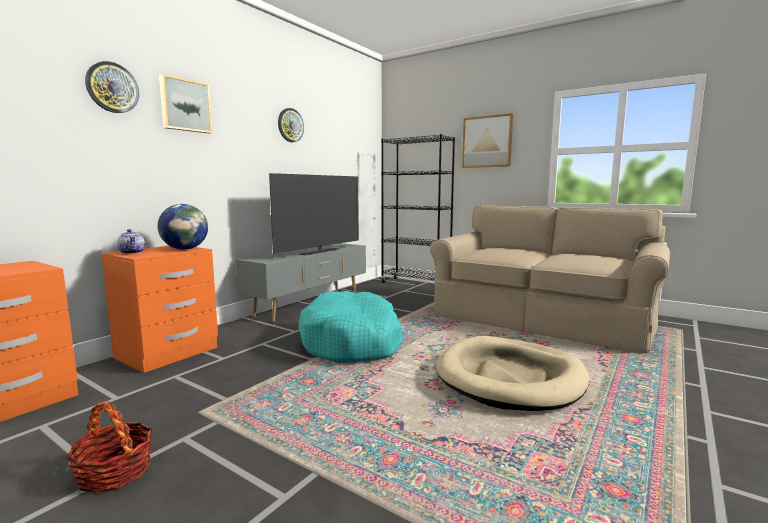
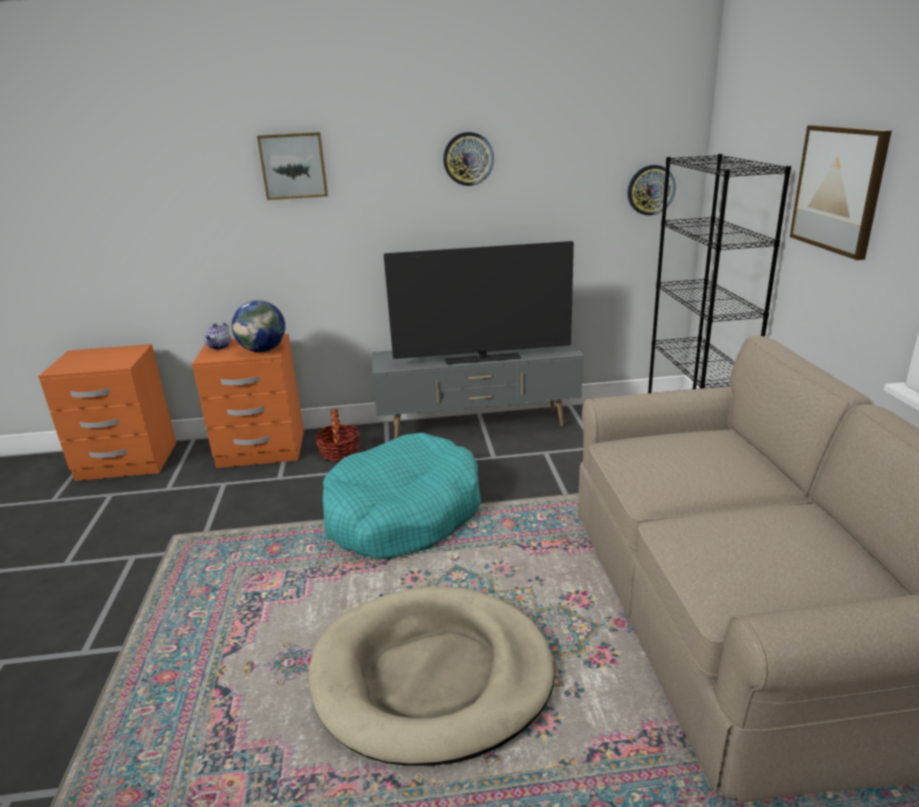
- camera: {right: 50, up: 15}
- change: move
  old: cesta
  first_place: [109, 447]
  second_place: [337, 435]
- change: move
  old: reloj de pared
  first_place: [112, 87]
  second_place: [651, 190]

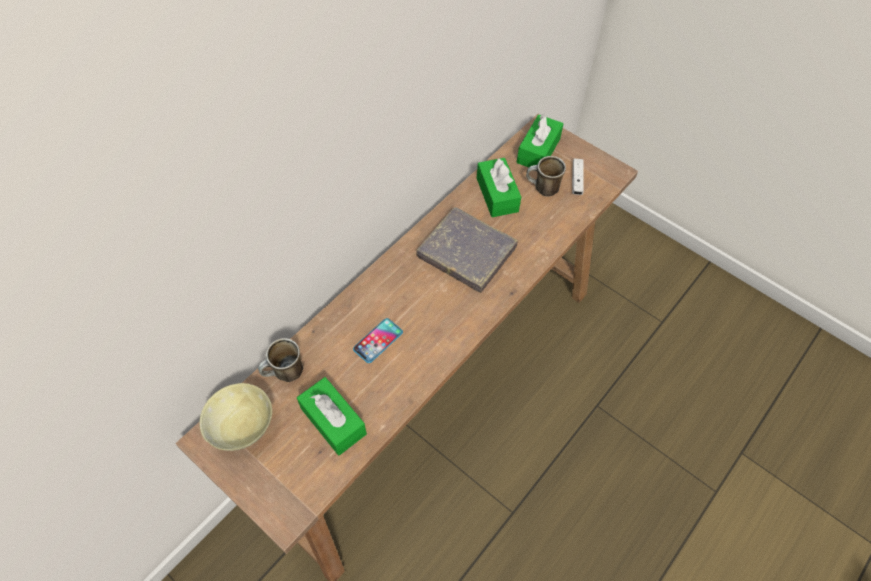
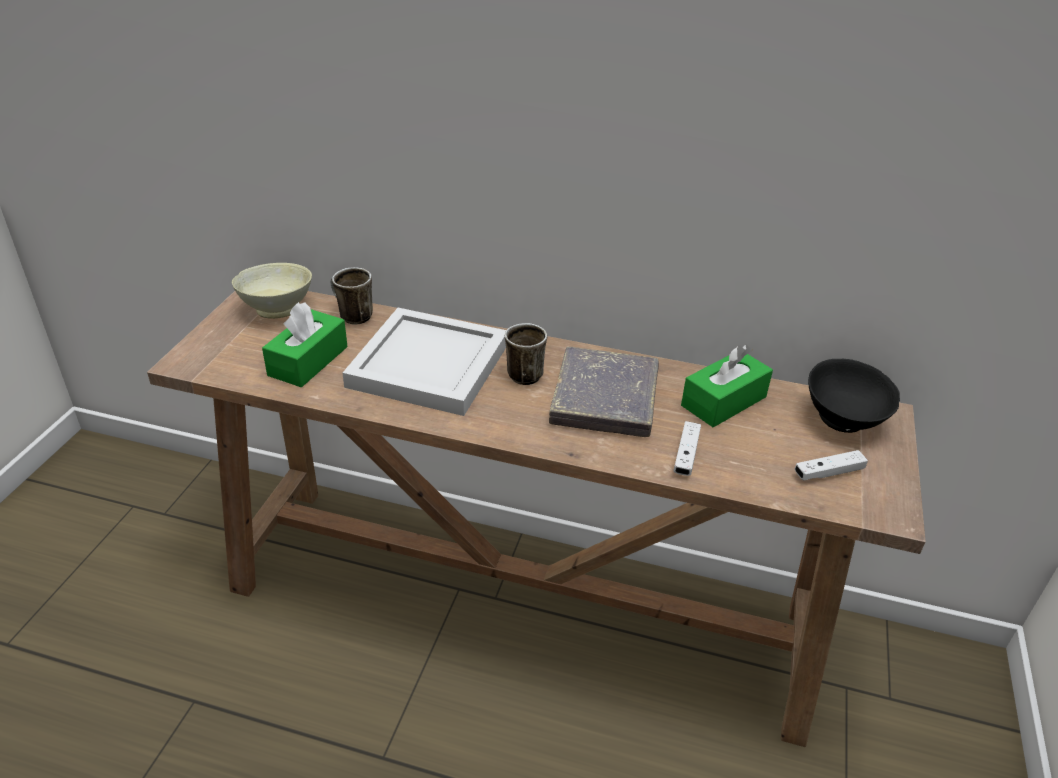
- camera: {right: 65, up: -20}
- change: replace
  old: móvil
  new: bandeja [blanco]
  first_place: [378, 340]
  second_place: [424, 362]
- change: replace
  old: caja de pañuelos [verde]
  new: cuenco [negro]
  first_place: [540, 141]
  second_place: [854, 396]
- change: move
  old: taza grande
  first_place: [546, 176]
  second_place: [526, 354]
- change: insert
  new: mando de consola [blanco]
  second_place: [687, 448]

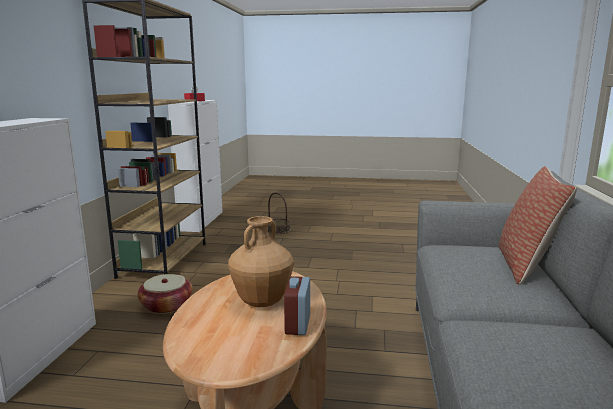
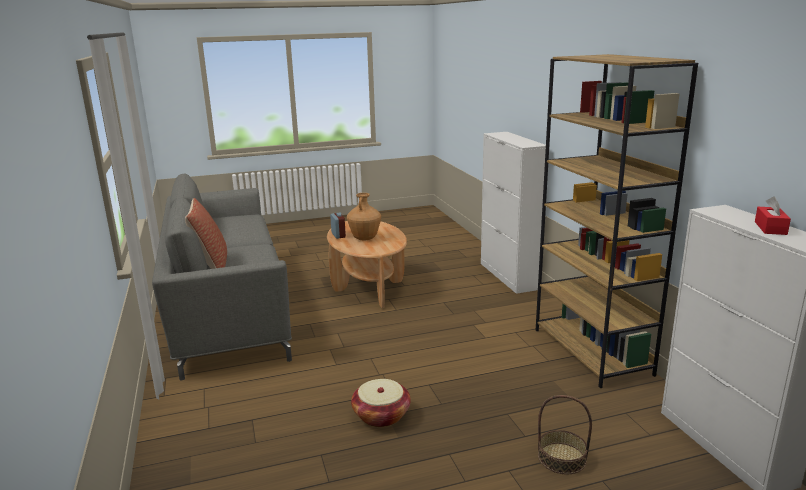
- camera: {right: 155, up: 5}
- change: move
  old: cesta
  first_place: [165, 294]
  second_place: [381, 403]

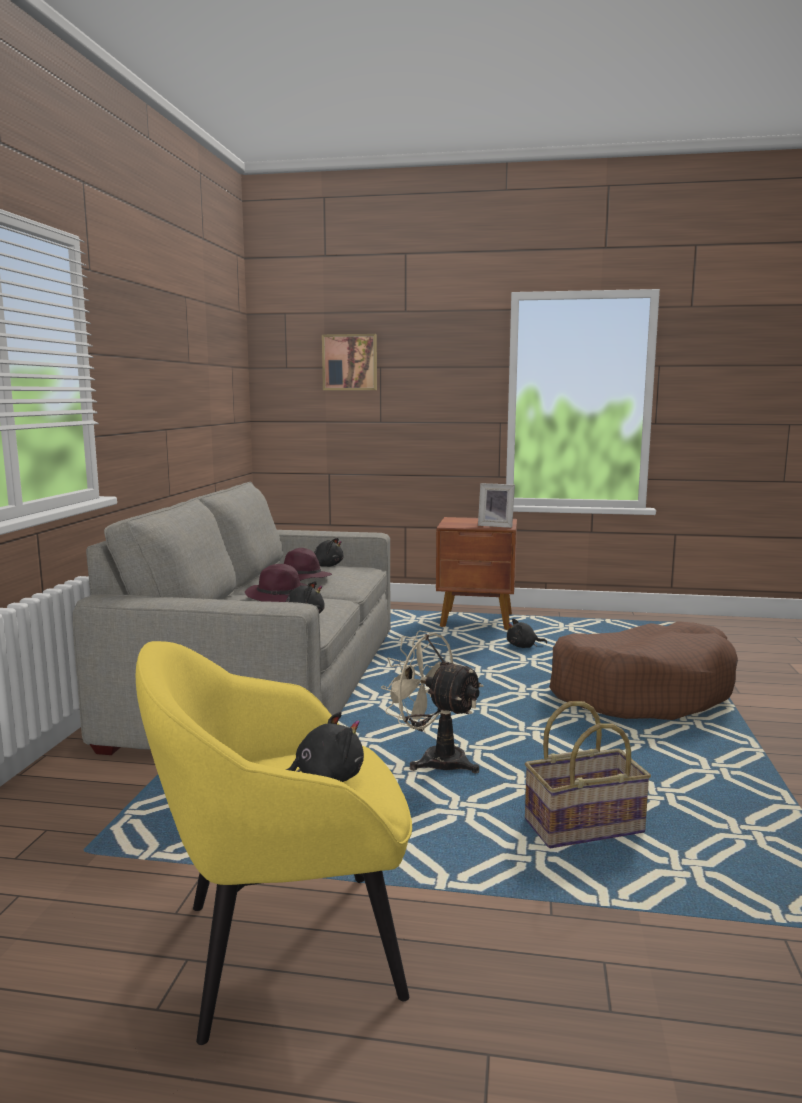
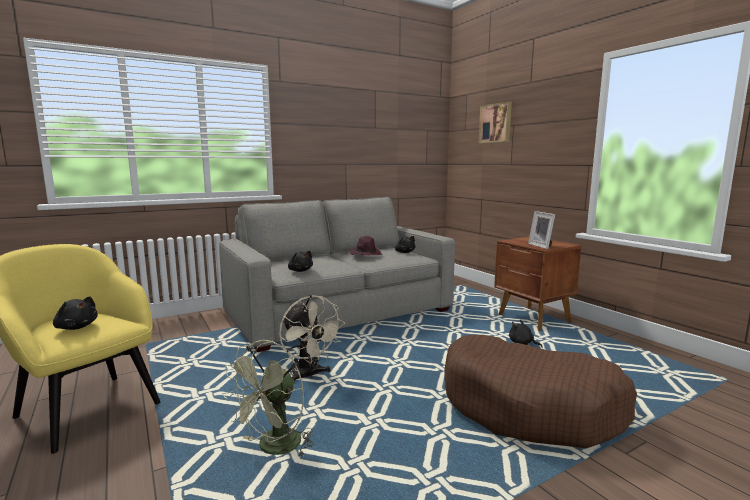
- camera: {right: 50, up: 0}
- change: delete
  old: sombrero [morado]
  first_place: [276, 583]
- change: rotate
  old: ventilador [beis]
  first_place: [432, 701]
  second_place: [312, 338]
  degrees: 150
- change: replace
  old: cesta
  new: ventilador [verde]
  first_place: [588, 774]
  second_place: [268, 399]

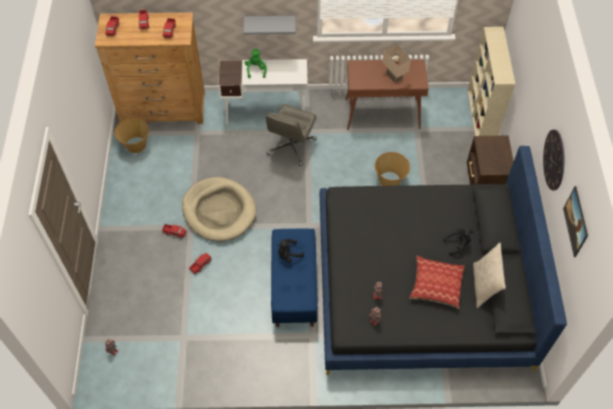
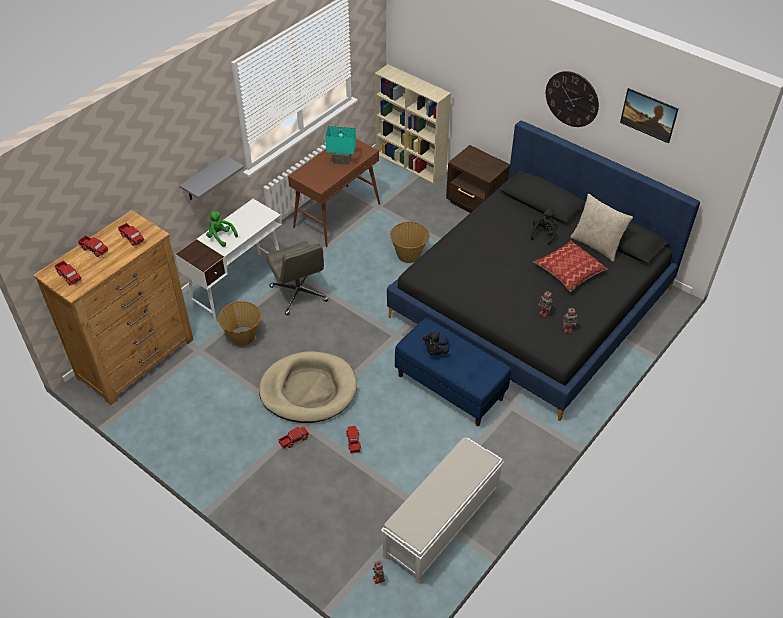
- camera: {right: -50, up: -10}
- change: move
  old: cesta
  first_place: [132, 135]
  second_place: [239, 323]
- change: recolor
  old: lámpara de mesa [beis]
  new: lámpara de mesa [turquesa]
  first_place: [396, 63]
  second_place: [340, 145]
- change: insert
  new: banco [blanco]
  second_place: [442, 510]

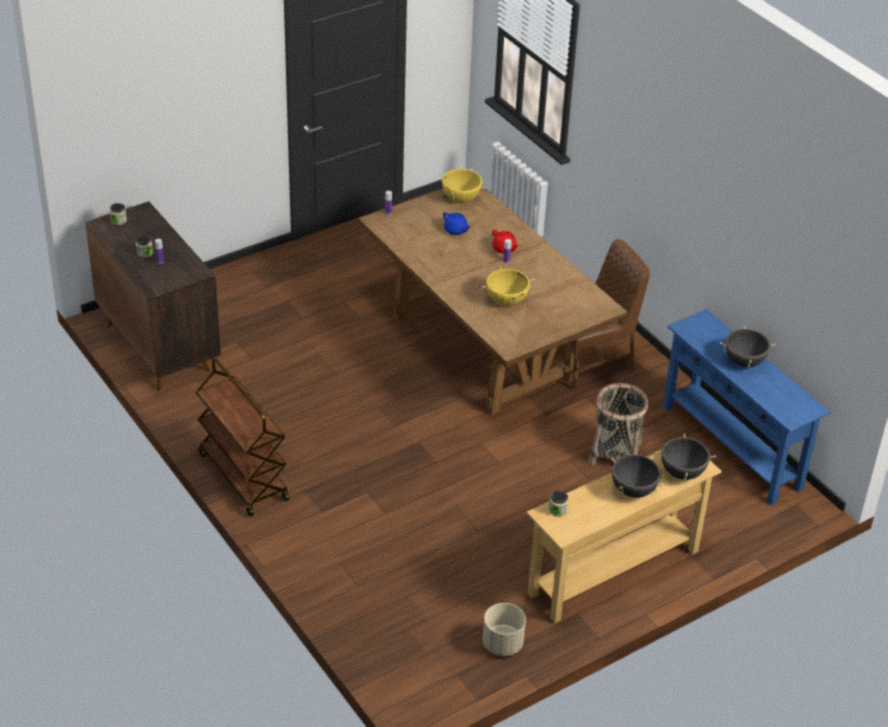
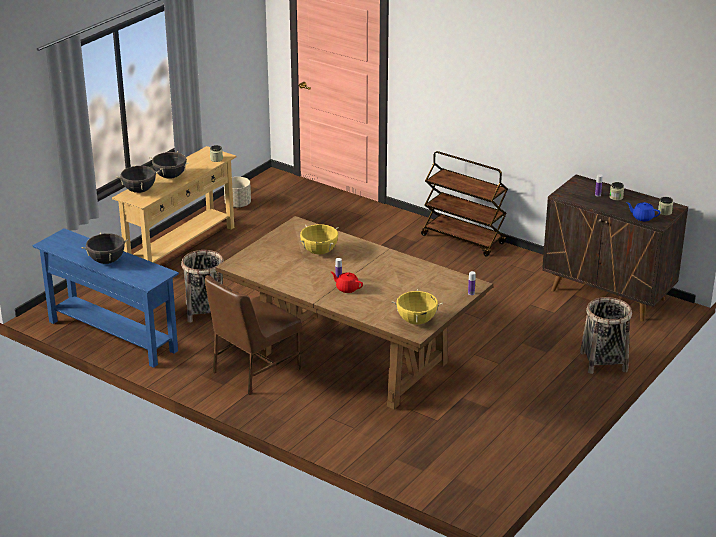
- camera: {right: 160, up: -10}
- change: move
  old: tetera [azul]
  first_place: [456, 223]
  second_place: [643, 211]
- change: insert
  new: cesta
  second_place: [606, 335]

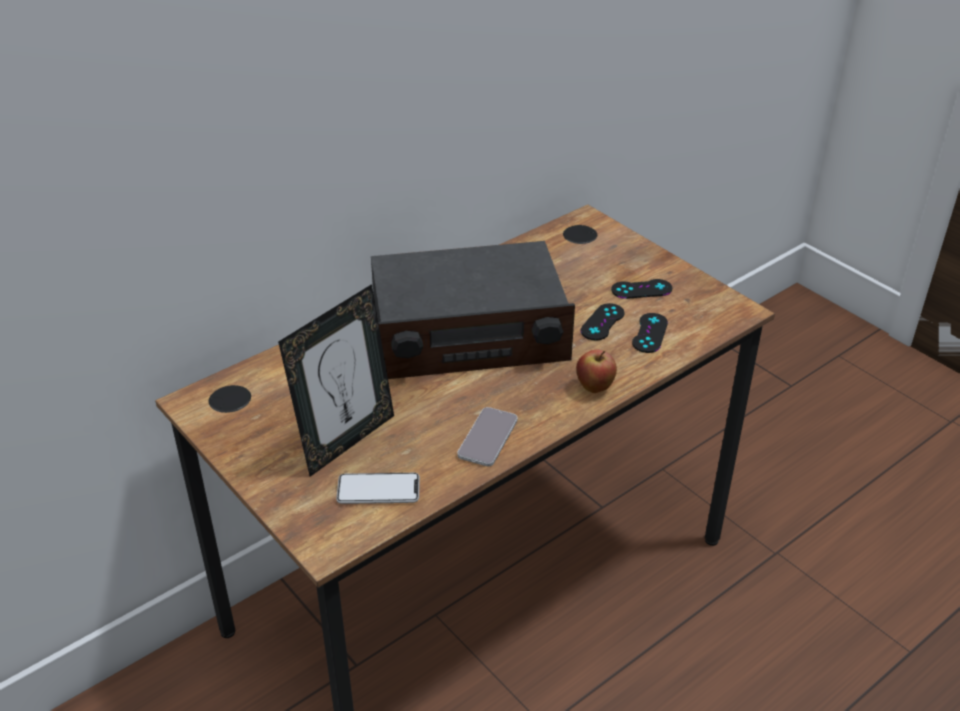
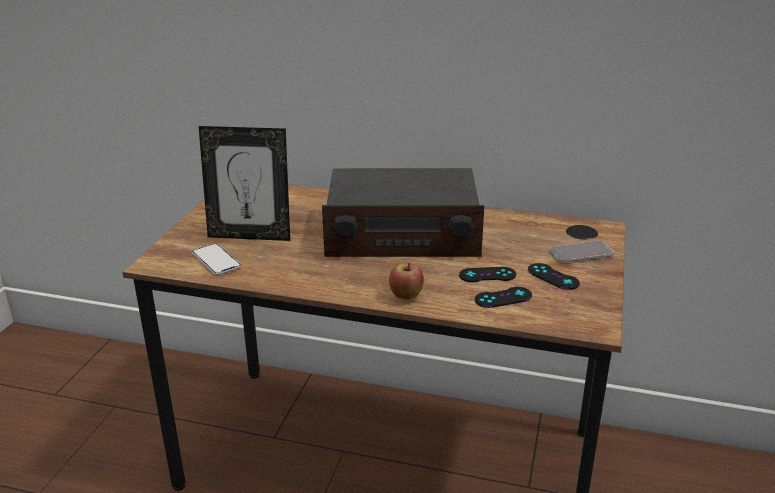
- camera: {right: 55, up: -10}
- change: rotate
  old: radio
  first_place: [473, 310]
  second_place: [403, 212]
  degrees: -45
- change: move
  old: móvil
  first_place: [487, 436]
  second_place: [581, 252]

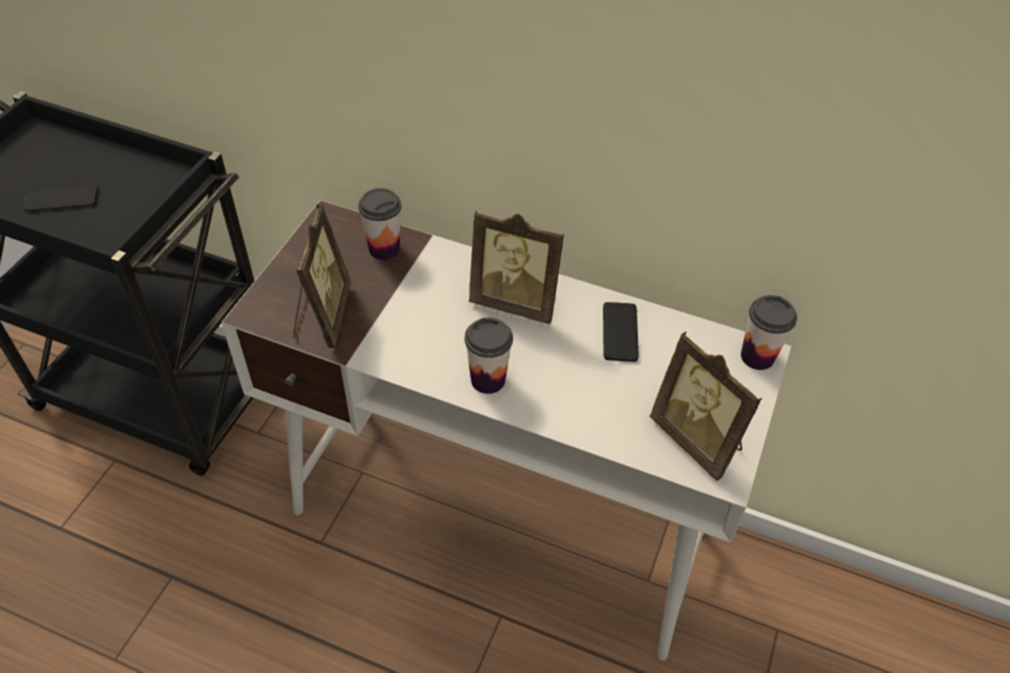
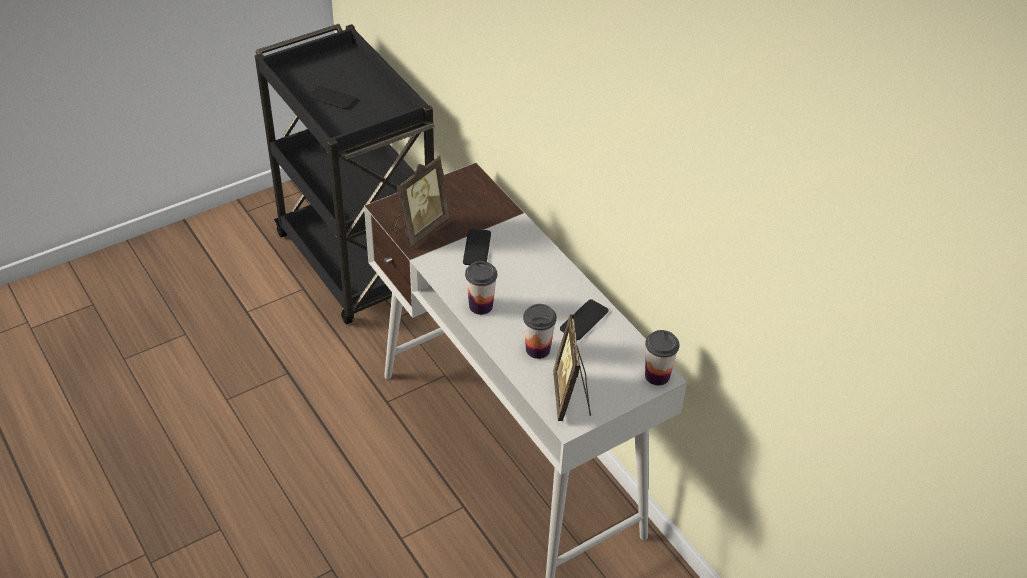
- camera: {right: 35, up: -5}
- change: move
  old: taza
  first_place: [380, 224]
  second_place: [540, 331]
- change: delete
  old: portarretratos
  first_place: [516, 267]
- change: insert
  new: móvil
  second_place: [477, 247]

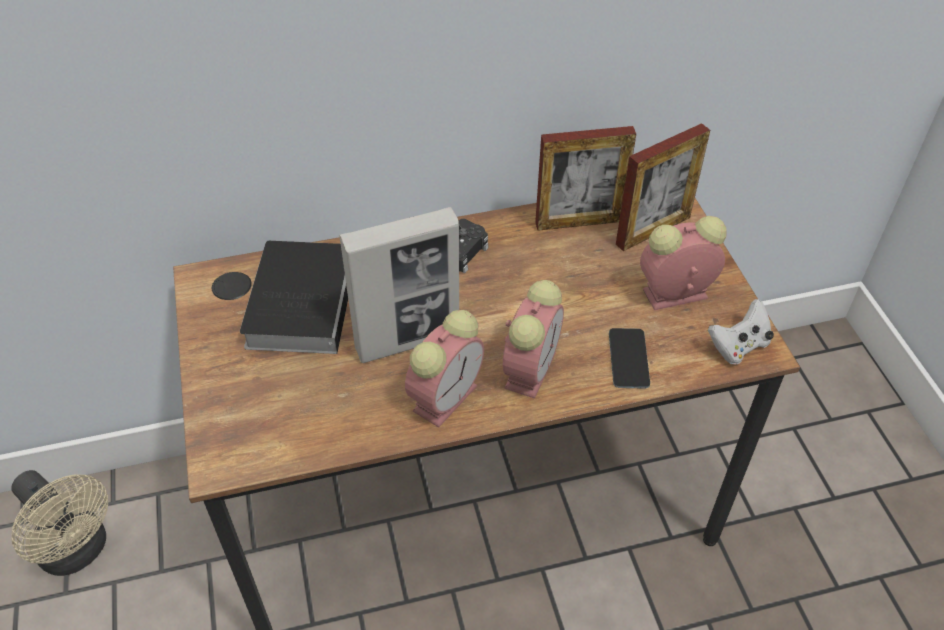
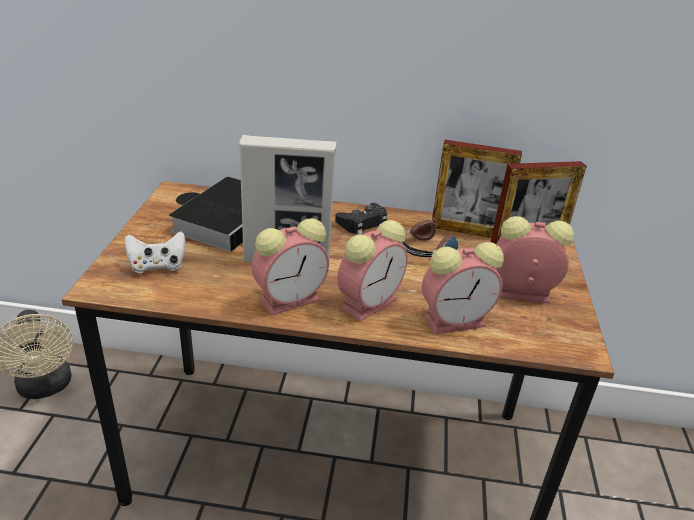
- camera: {right: 20, up: -15}
- change: replace
  old: móvil
  new: despertador
  first_place: [629, 358]
  second_place: [463, 288]
- change: move
  old: mando de consola [blanco]
  first_place: [741, 331]
  second_place: [155, 252]
- change: insert
  new: auriculares
  second_place: [433, 238]

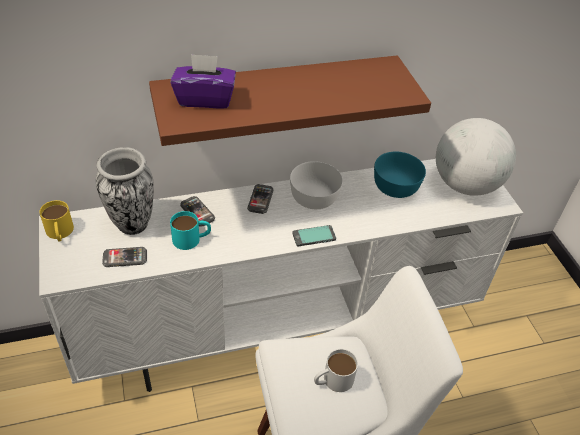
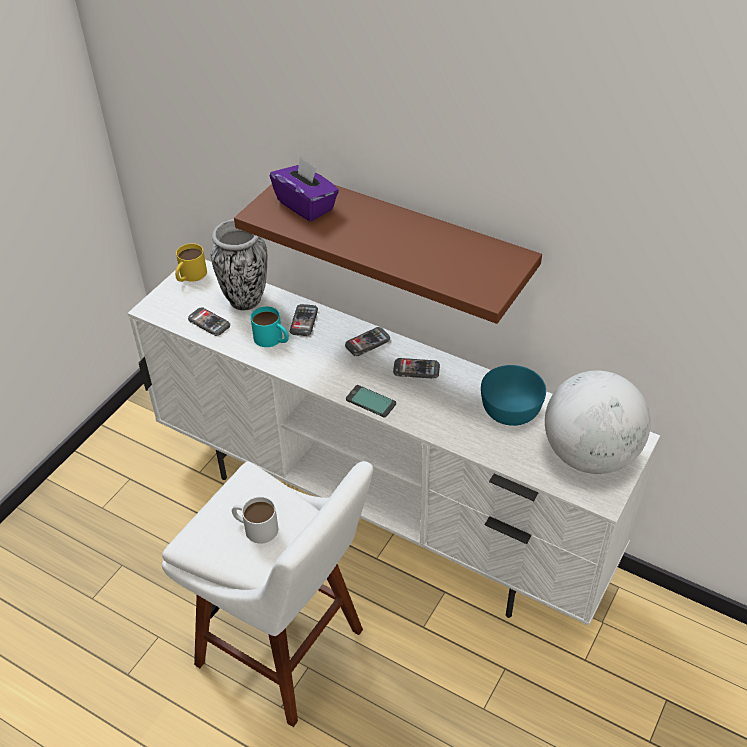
- camera: {right: 50, up: 0}
- change: replace
  old: cuenco [blanco]
  new: móvil
  first_place: [316, 185]
  second_place: [416, 368]

